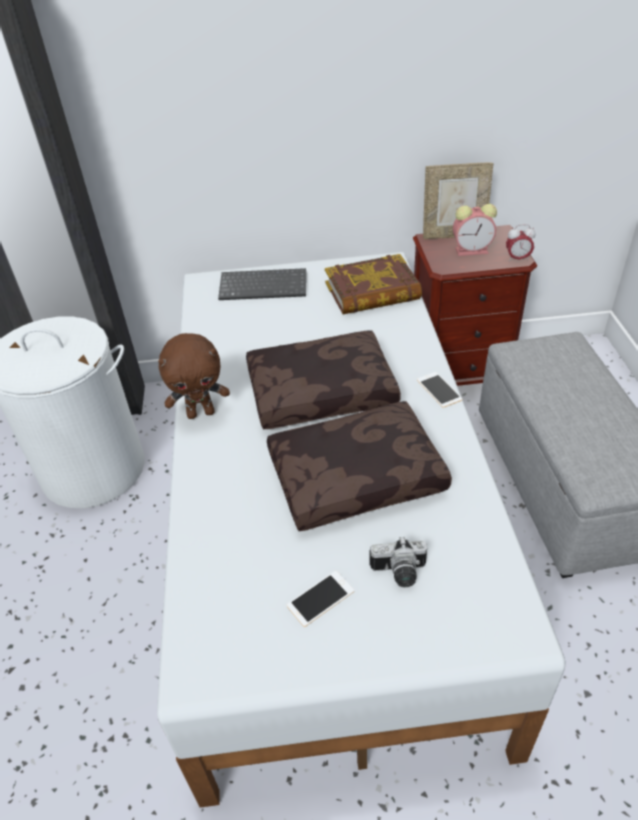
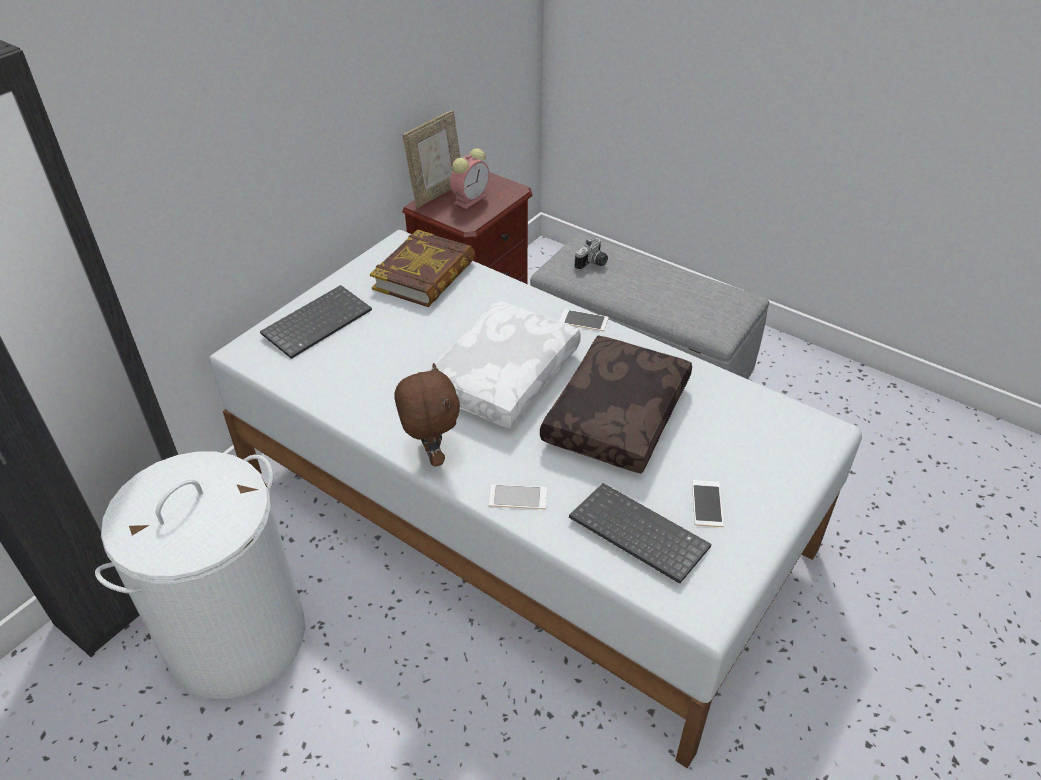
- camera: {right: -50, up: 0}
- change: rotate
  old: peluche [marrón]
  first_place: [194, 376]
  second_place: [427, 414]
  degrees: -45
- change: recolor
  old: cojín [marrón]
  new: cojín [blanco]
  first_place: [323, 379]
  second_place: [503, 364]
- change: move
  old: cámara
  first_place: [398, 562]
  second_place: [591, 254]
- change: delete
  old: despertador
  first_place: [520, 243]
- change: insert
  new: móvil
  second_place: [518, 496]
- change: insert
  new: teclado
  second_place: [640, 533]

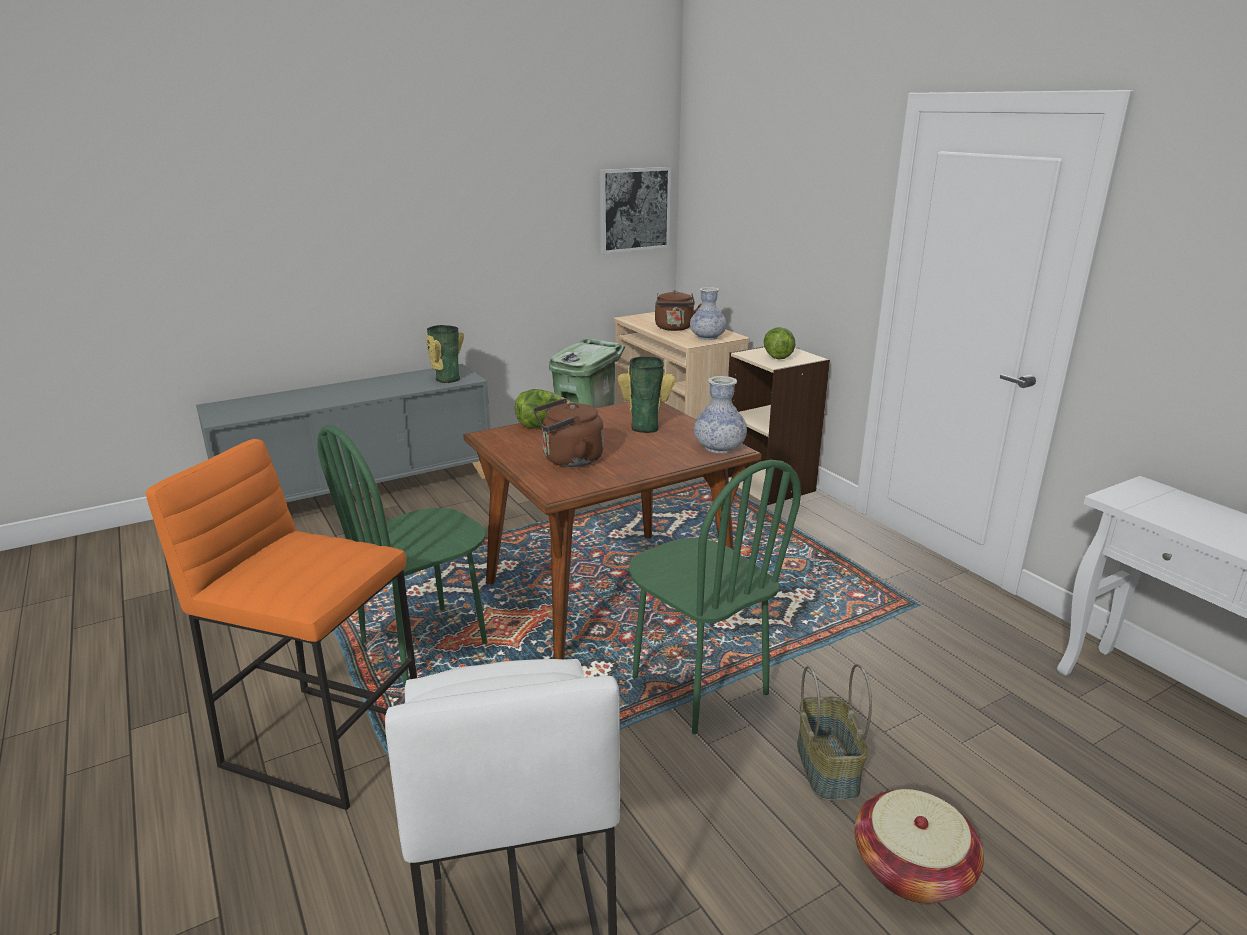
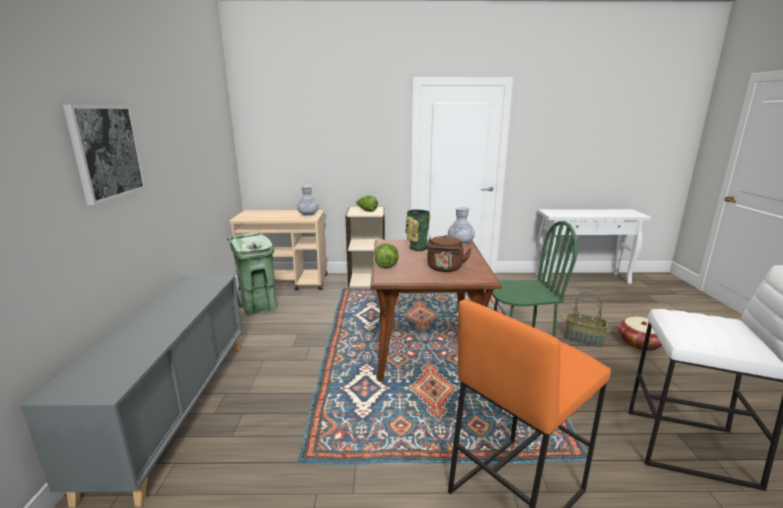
- camera: {right: -60, up: -5}
- change: delete
  old: silla [verde]
  first_place: [402, 554]
- change: delete
  old: florero
  first_place: [445, 354]
- change: move
  old: cuadro
  first_place: [635, 210]
  second_place: [104, 154]
- change: delete
  old: hervidor [marrón]
  first_place: [678, 310]

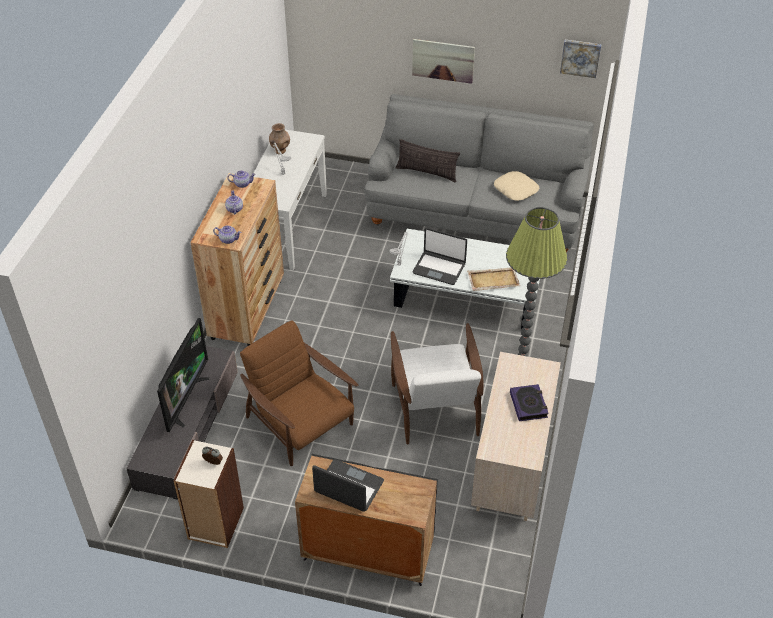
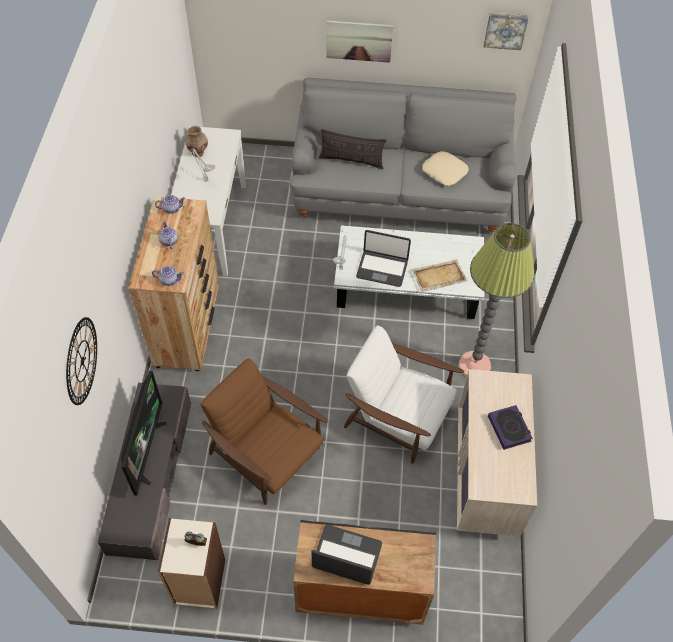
- camera: {right: -10, up: 10}
- change: rotate
  old: sillón [blanco]
  first_place: [437, 383]
  second_place: [404, 394]
  degrees: 135
- change: insert
  new: reloj de pared
  second_place: [81, 361]

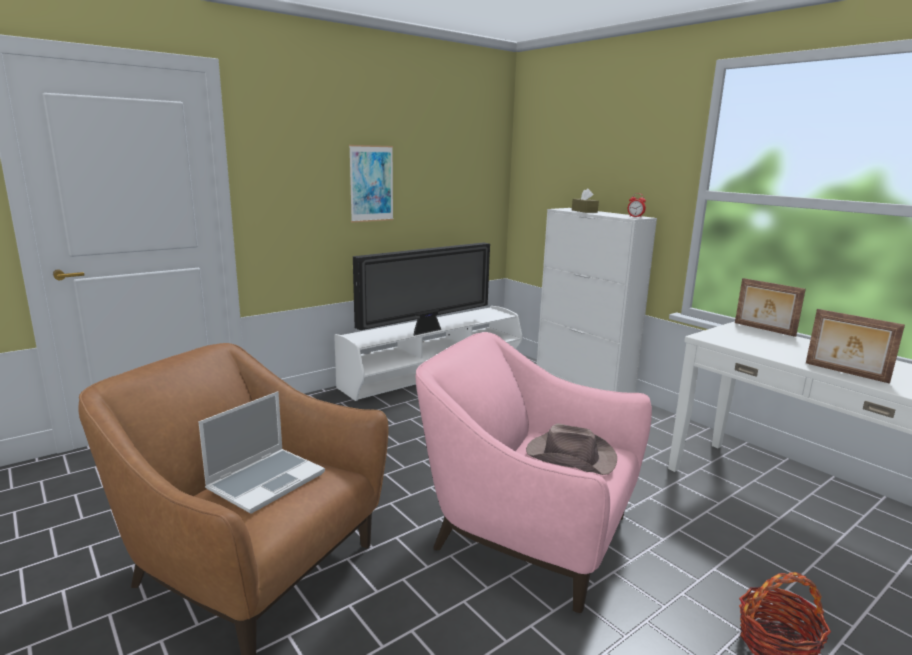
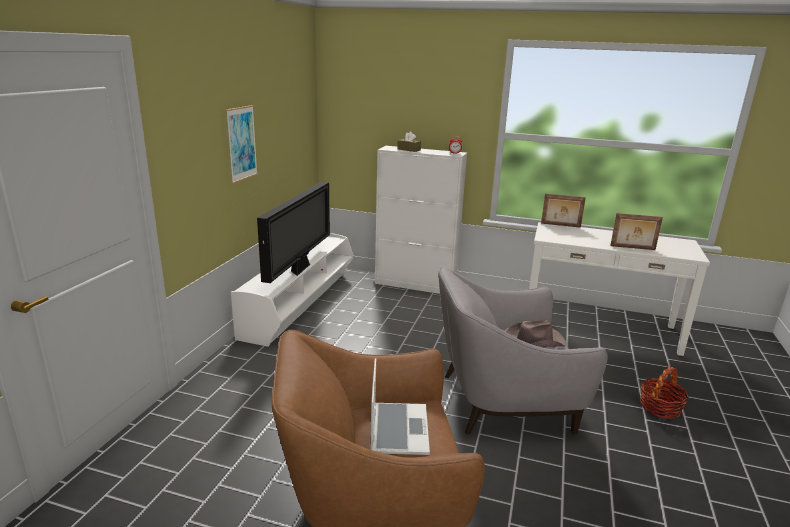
- camera: {right: -35, up: 5}
- change: recolor
  old: sillón [rosa]
  new: sillón [gris]
  first_place: [534, 472]
  second_place: [523, 351]

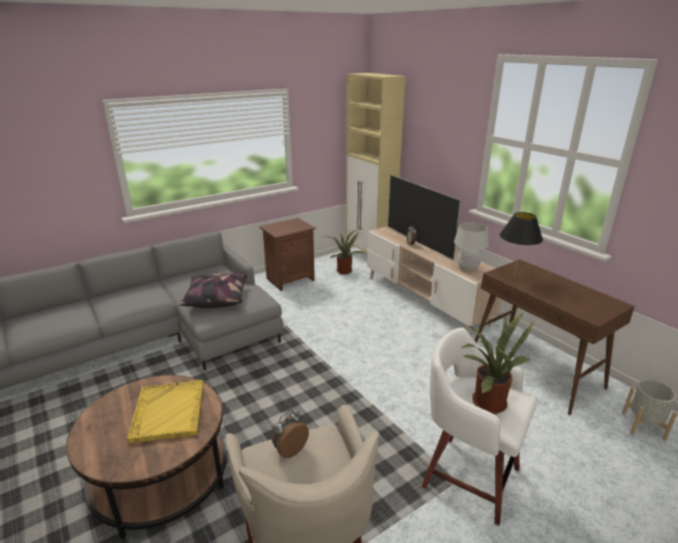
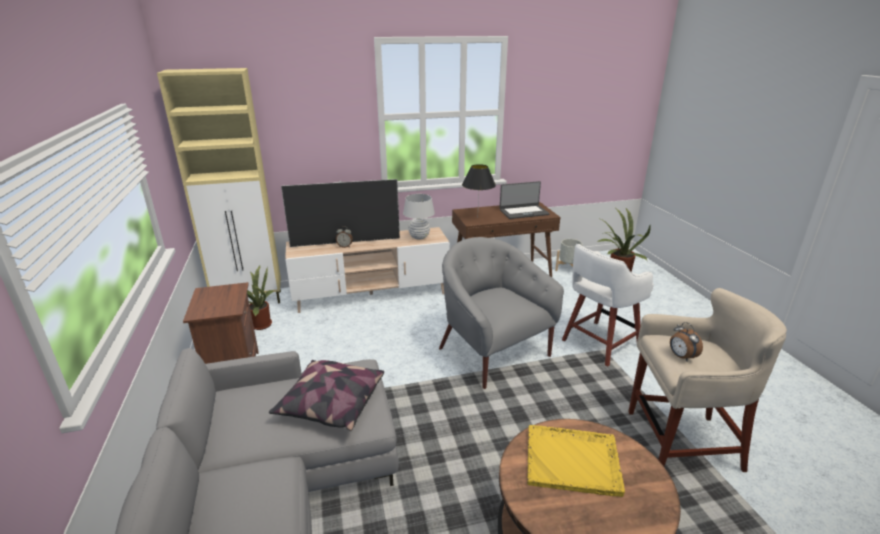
- camera: {right: -70, up: 0}
- change: insert
  new: sillón [gris]
  second_place: [501, 313]
- change: insert
  new: portátil
  second_place: [525, 200]

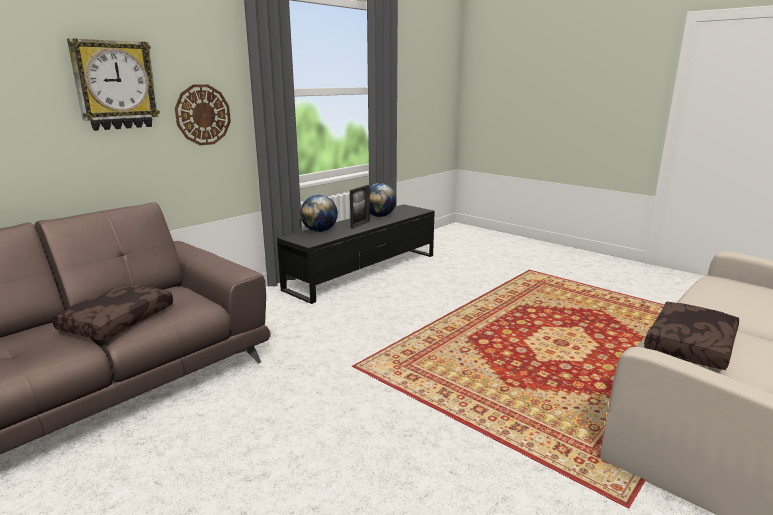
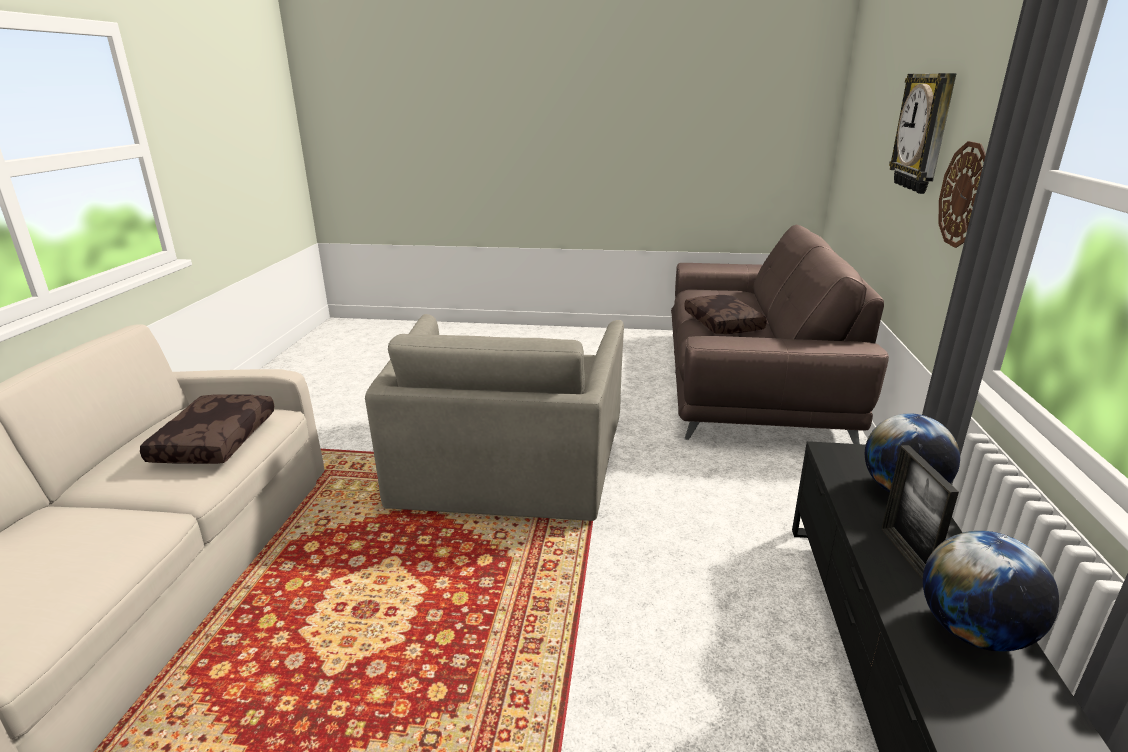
- camera: {right: 145, up: 5}
- change: insert
  new: sillón [gris]
  second_place: [494, 417]

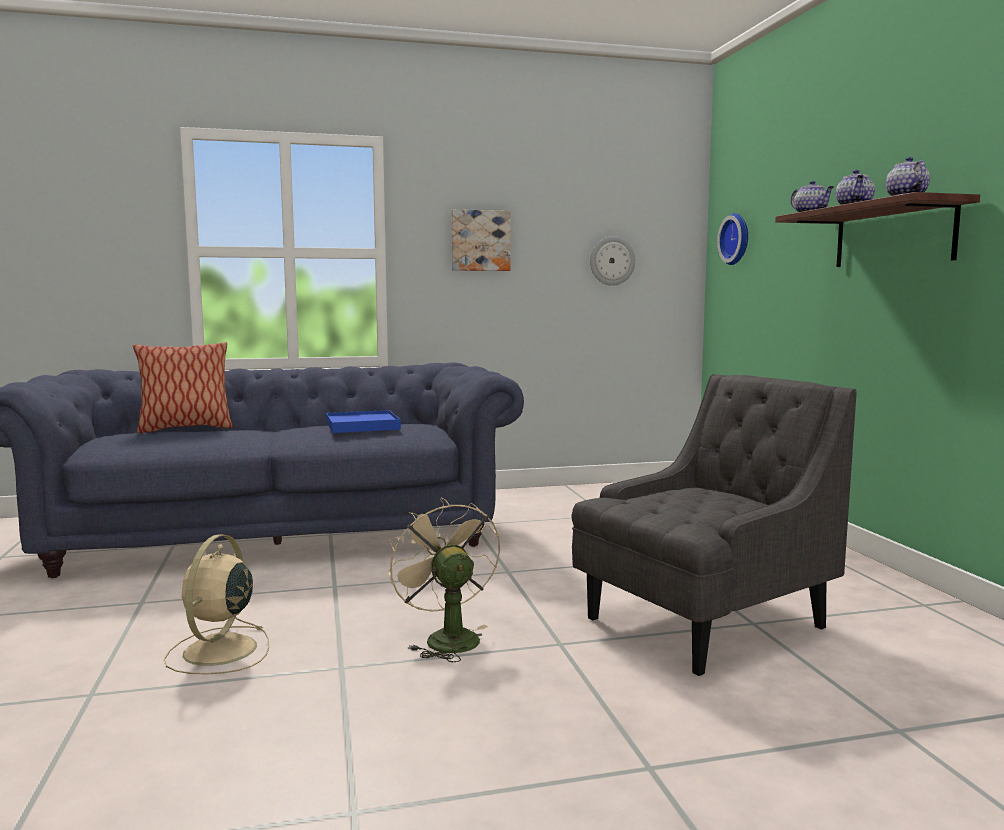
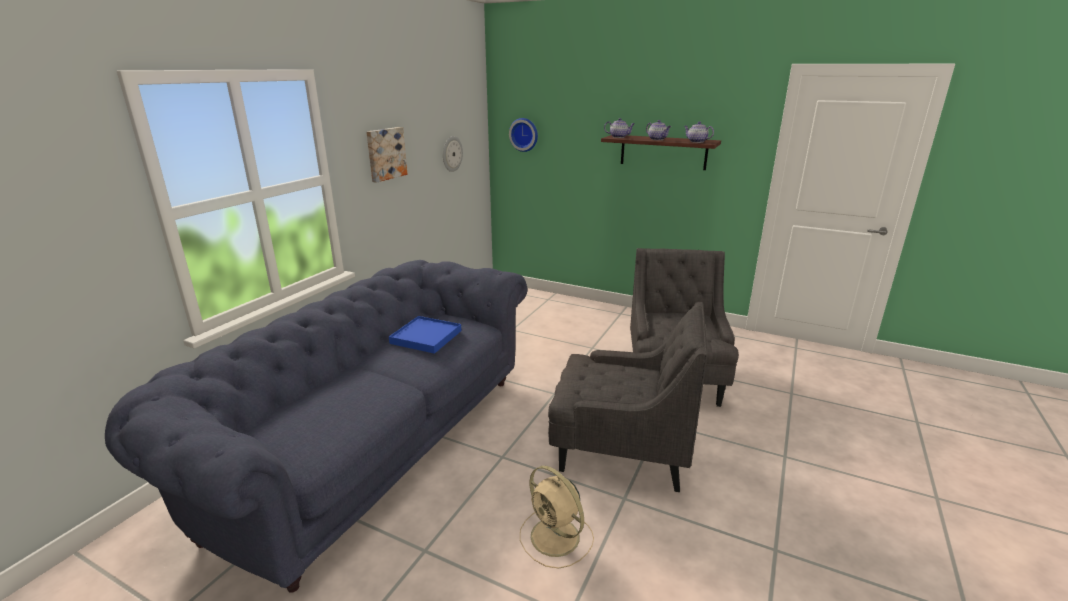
- camera: {right: -50, up: 15}
- change: delete
  old: cojín
  first_place: [183, 387]
- change: replace
  old: ventilador [beis]
  new: sillón [gris]
  first_place: [443, 580]
  second_place: [628, 397]

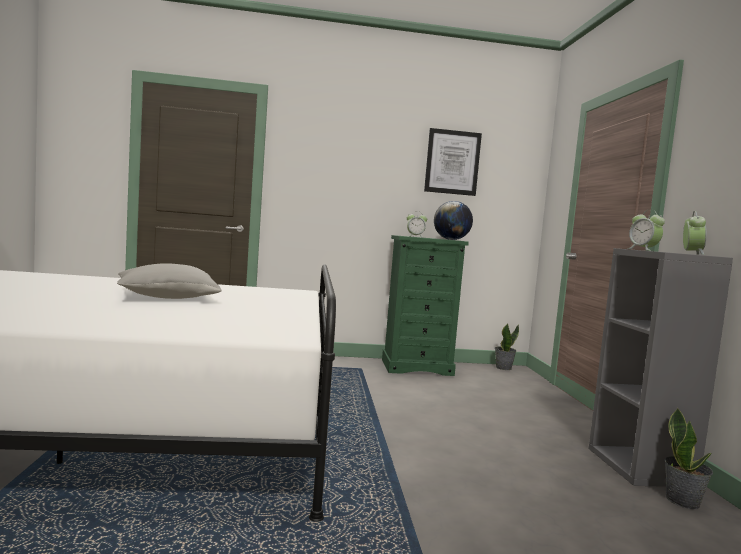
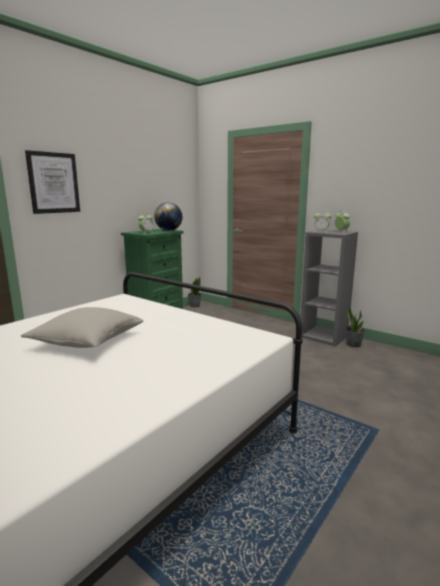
- camera: {right: -45, up: 10}
- change: move
  old: cuadro
  first_place: [453, 162]
  second_place: [52, 182]

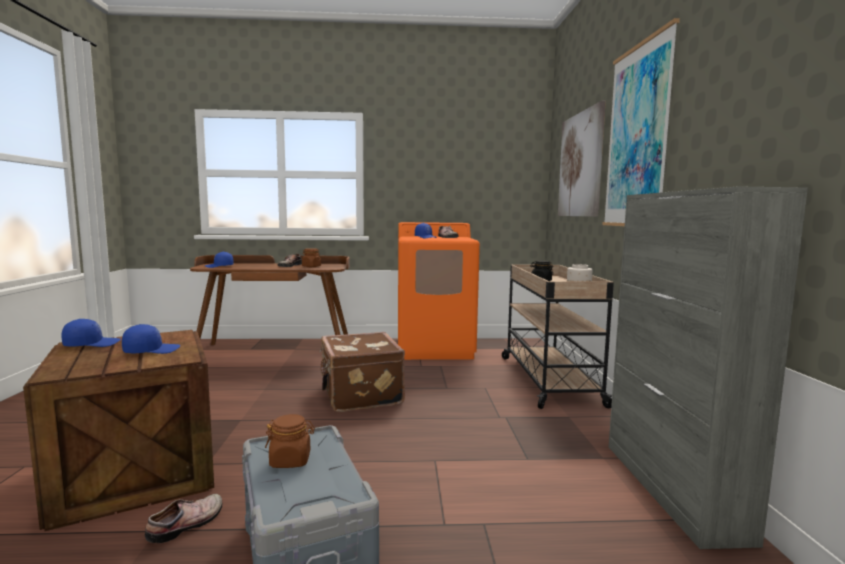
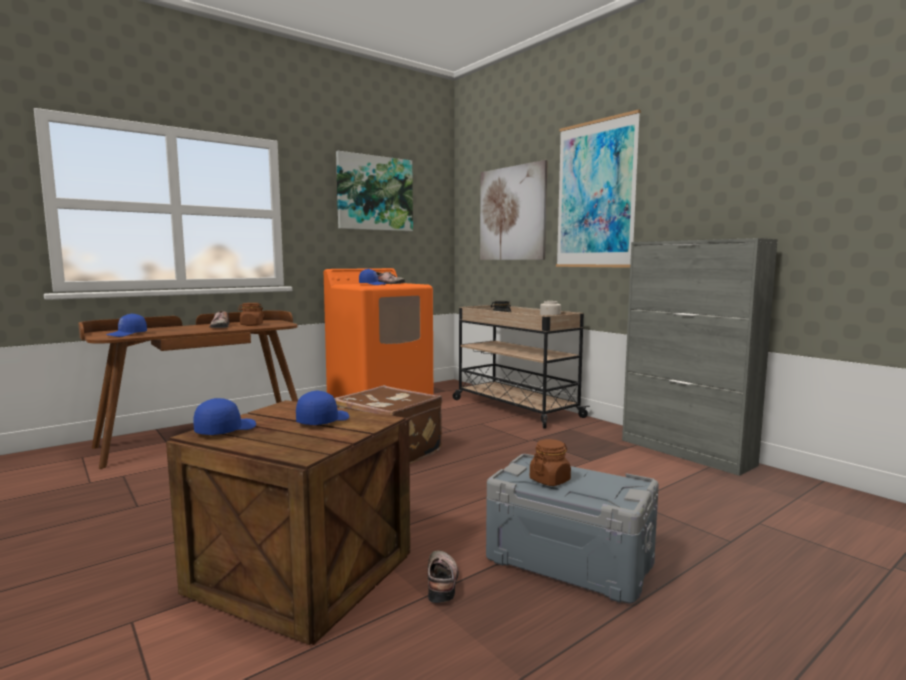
- camera: {right: -35, up: 0}
- change: insert
  new: cuadro
  second_place: [374, 191]

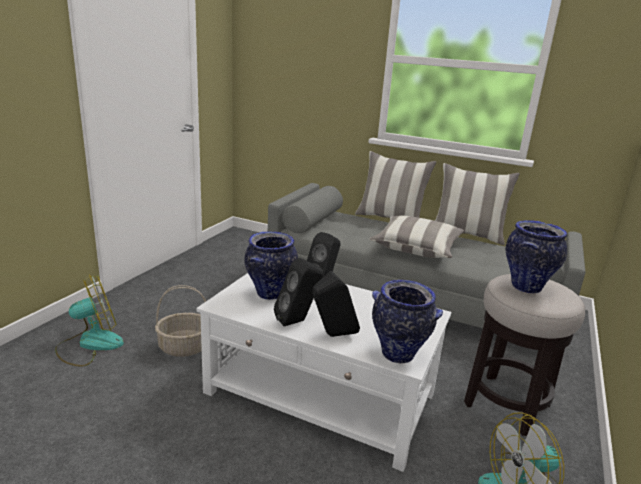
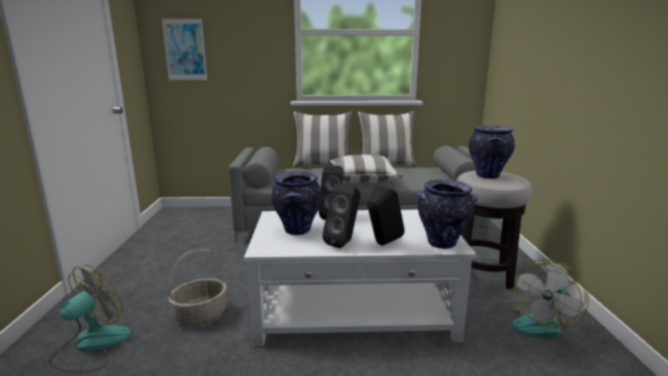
- camera: {right: -25, up: -5}
- change: insert
  new: cuadro
  second_place: [185, 49]

